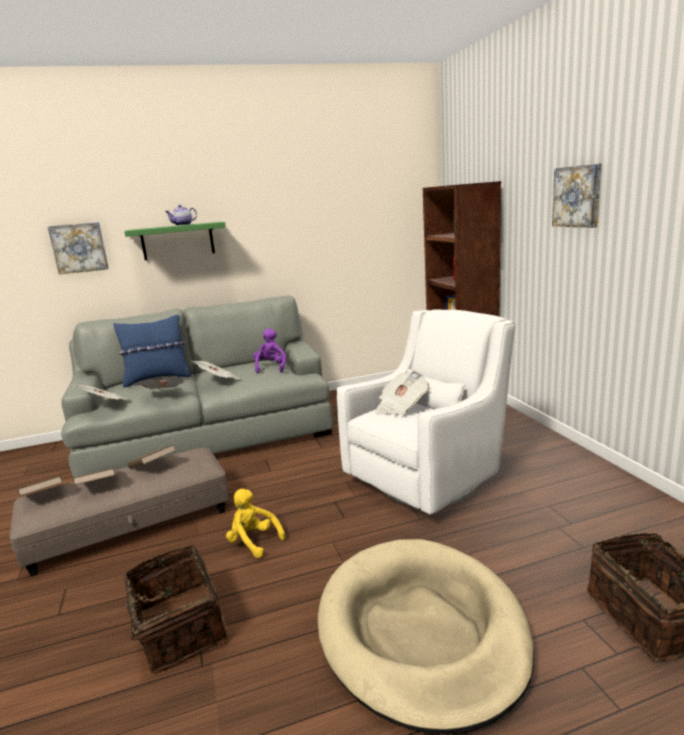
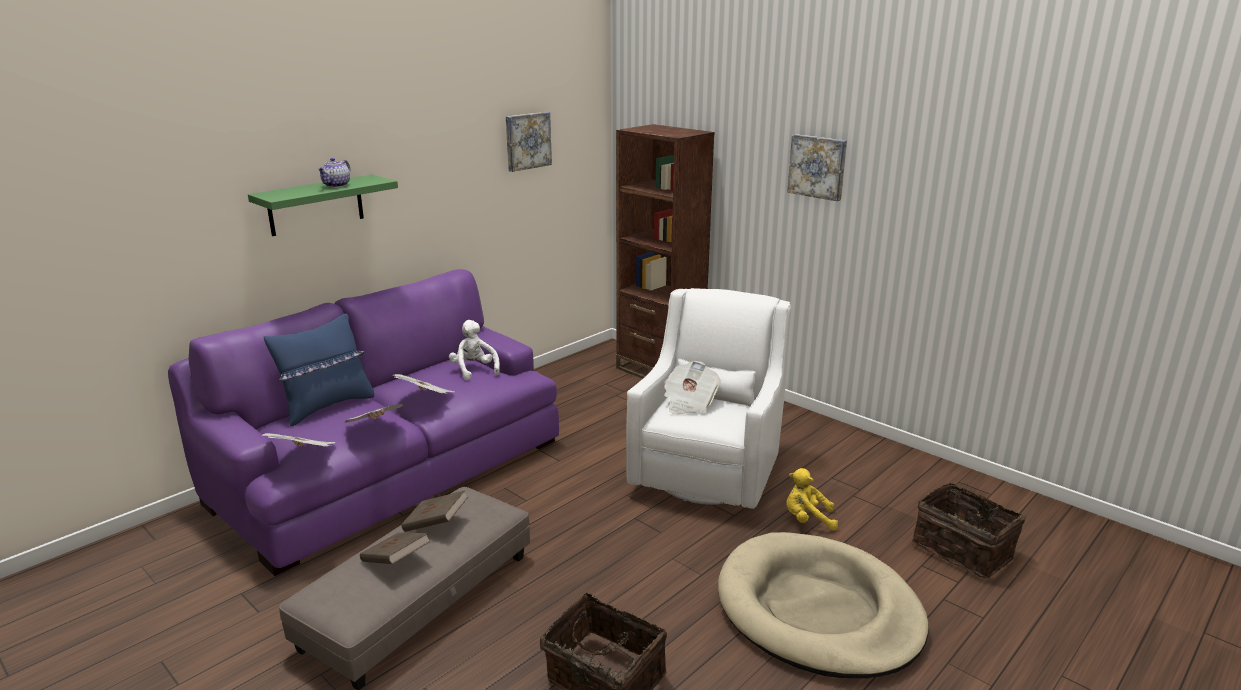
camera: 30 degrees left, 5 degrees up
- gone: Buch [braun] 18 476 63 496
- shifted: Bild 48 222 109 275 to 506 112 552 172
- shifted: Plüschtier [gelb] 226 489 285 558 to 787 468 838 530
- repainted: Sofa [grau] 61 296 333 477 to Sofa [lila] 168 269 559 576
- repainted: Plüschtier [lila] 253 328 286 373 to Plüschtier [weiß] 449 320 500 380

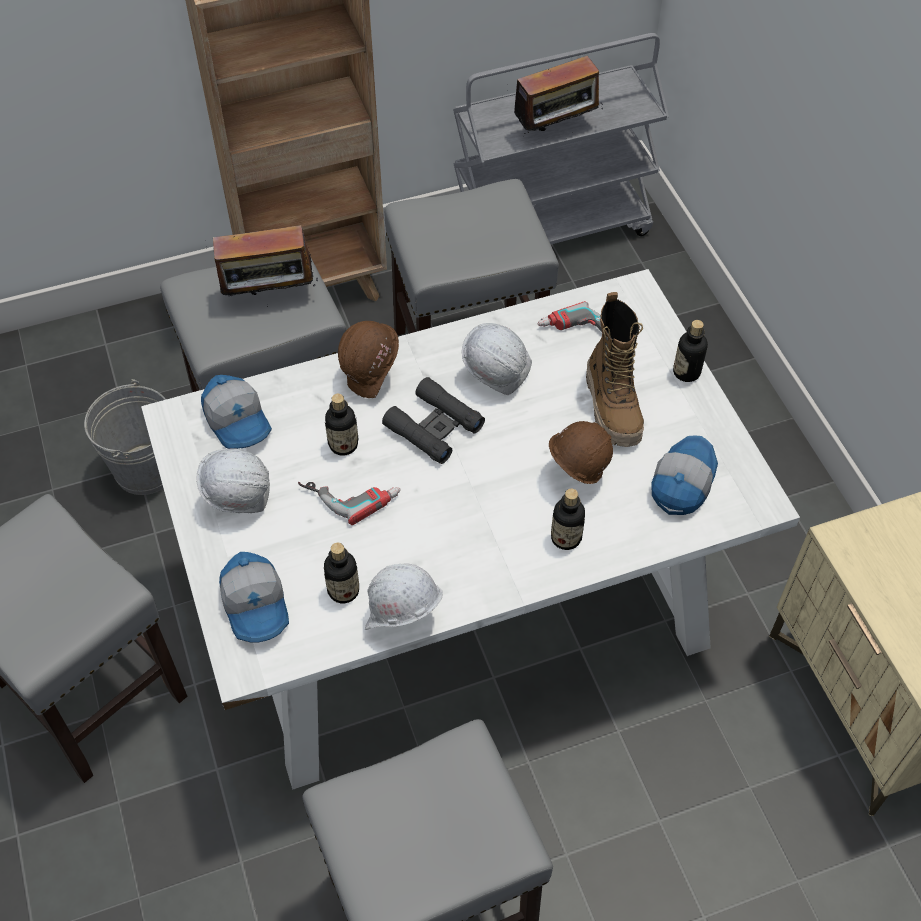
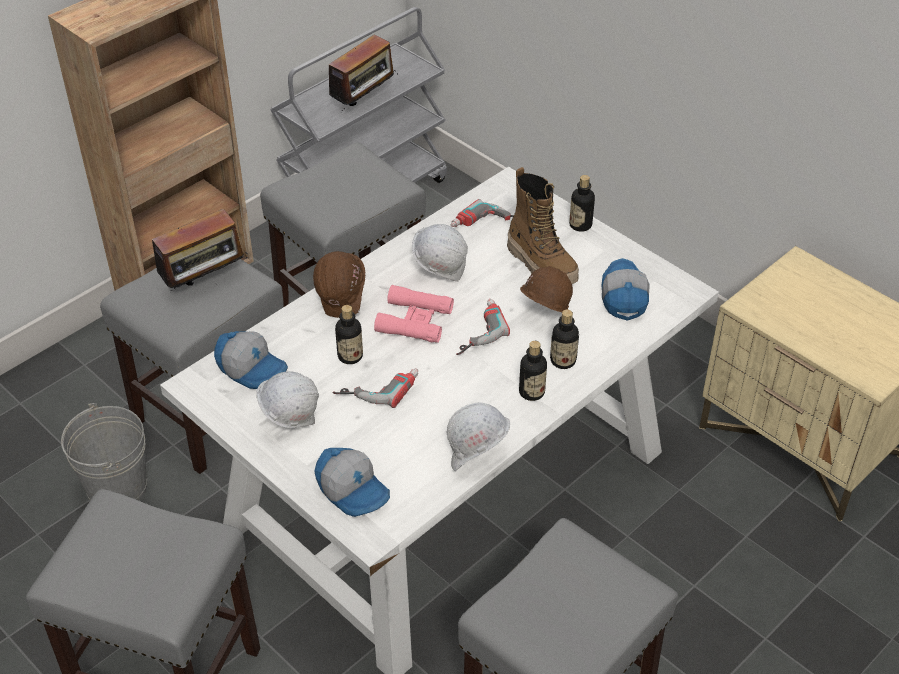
camera: 25 degrees left, 10 degrees down
- new: Bohrmaschine 456 299 510 355
- shifted: Flasche 324 543 359 603 to 519 341 547 401
- repainted: Fernglas [schwarz] 382 377 485 464 to Fernglas [rosa] 374 285 454 343

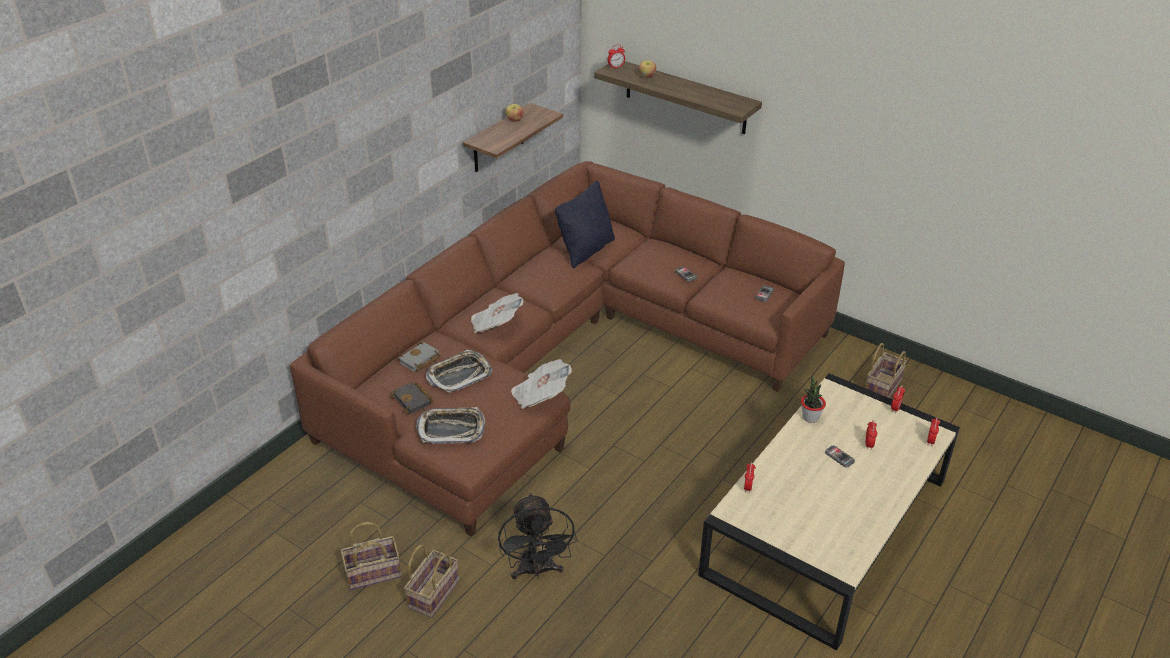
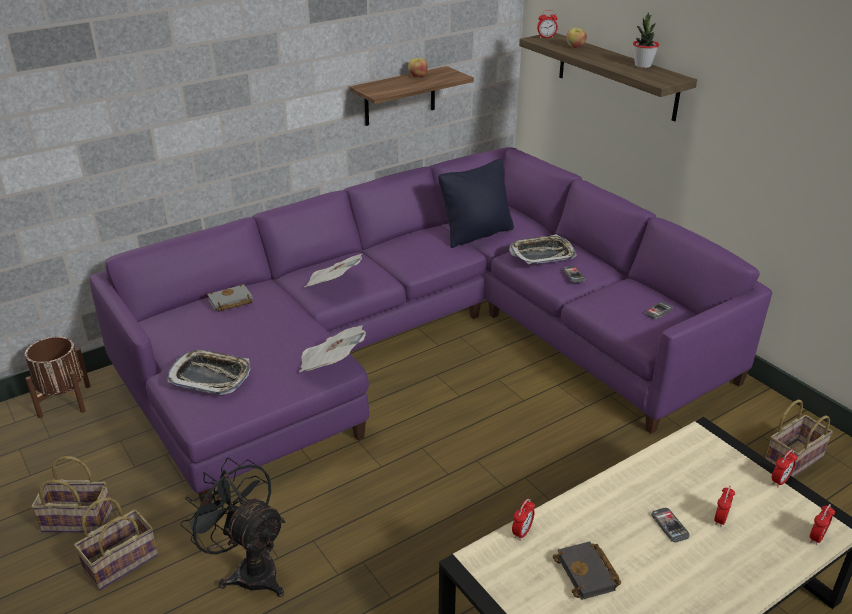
camera: 20 degrees right, 5 degrees down
- new: Pflanzkübel [braun] 25 336 90 418
- shifted: Buch [schwarz] 389 382 434 415 to 552 541 621 600
- shifted: Tablett 426 350 493 393 to 509 234 577 264
- shifted: Topfpflanze 801 375 826 423 to 633 12 659 68
- repainted: Sofa [braun] 290 161 845 536 to Sofa [lila] 89 147 772 505
- rotated: Ventilator [schwarz] 498 493 577 579 = 181 457 286 597 120 degrees clockwise

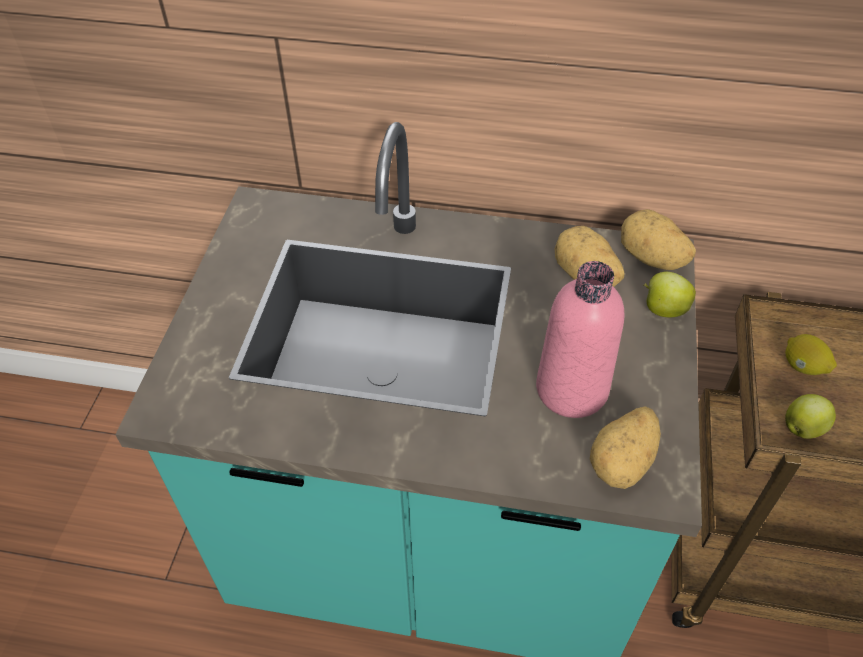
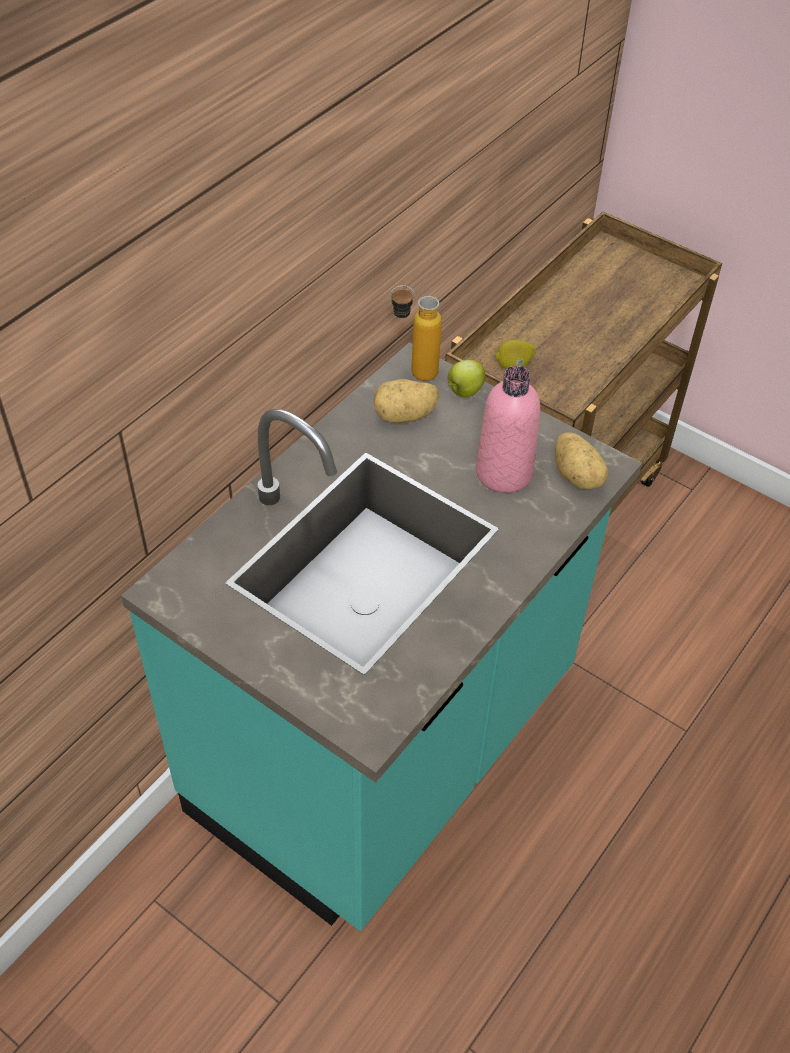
camera: 65 degrees left, 0 degrees up
- gone: Apfel 785 394 836 439
- swapped: Kartoffel 621 209 696 270 to Flasche 390 285 442 381

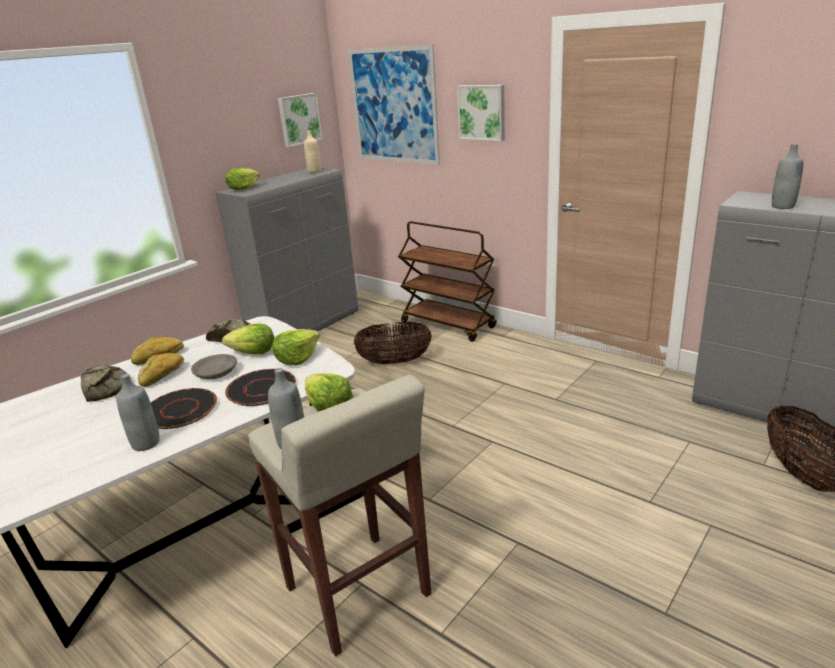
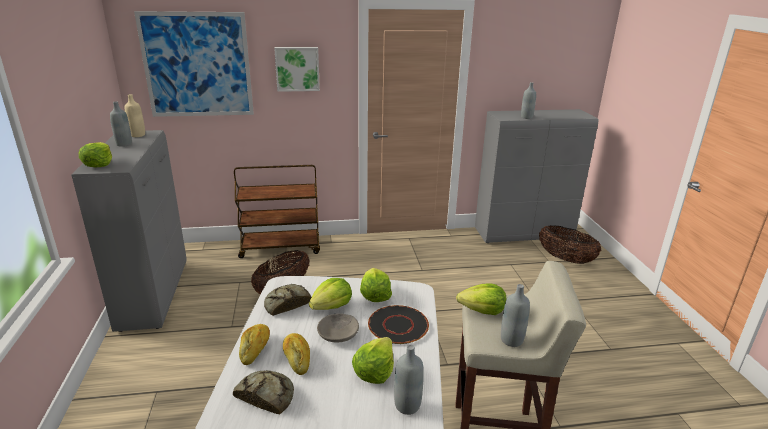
camera: 50 degrees left, 0 degrees up
- gone: Bild 278 93 323 147
- new: Flasche [grau] 110 101 132 147
- swapped: Teller [schwarz] 151 388 217 429 to Salatkopf 352 337 394 384

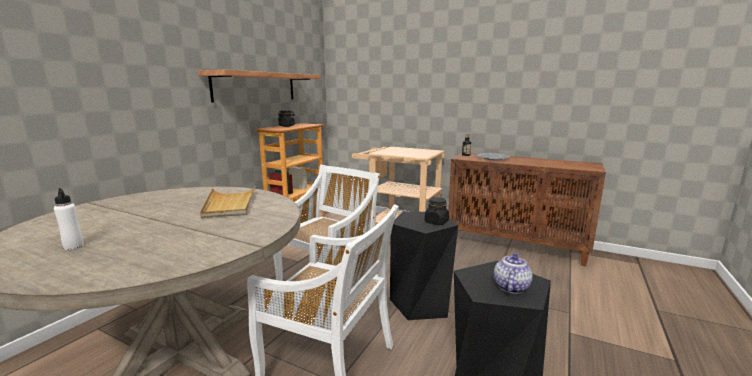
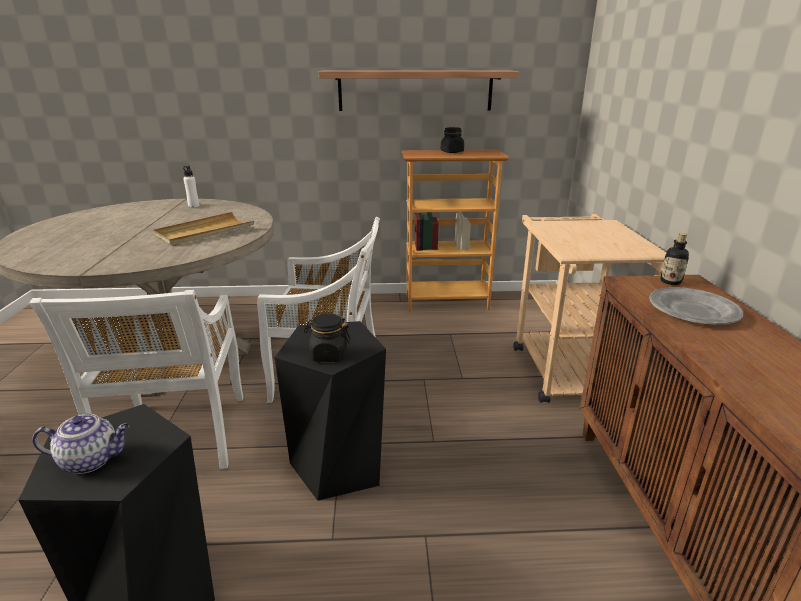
camera: 60 degrees right, 10 degrees up
- shifted: Flasche [weiß] 54 188 84 250 to 183 165 200 207

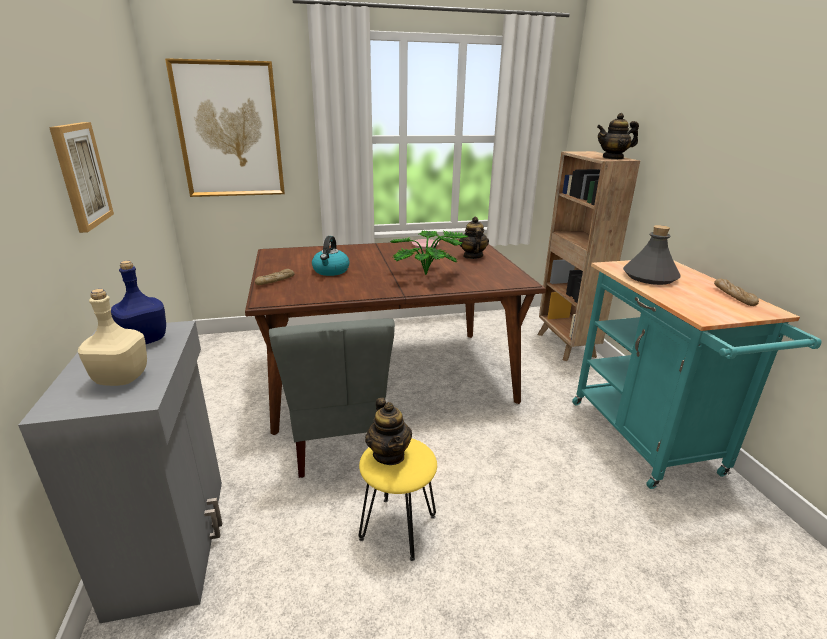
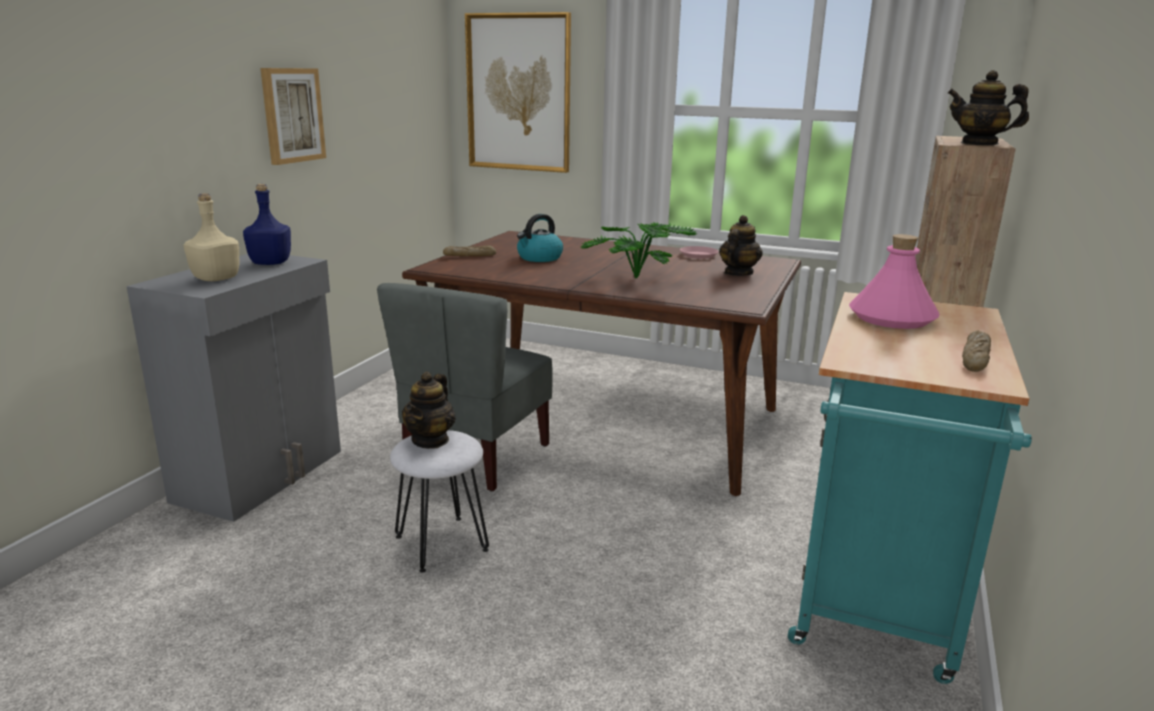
camera: 35 degrees right, 5 degrees down
- repainted: Hocker [gelb] 359 438 437 561 to Hocker [weiß] 390 430 489 573
- repainted: Flasche [grau] 623 225 680 285 to Flasche [rosa] 849 234 940 329

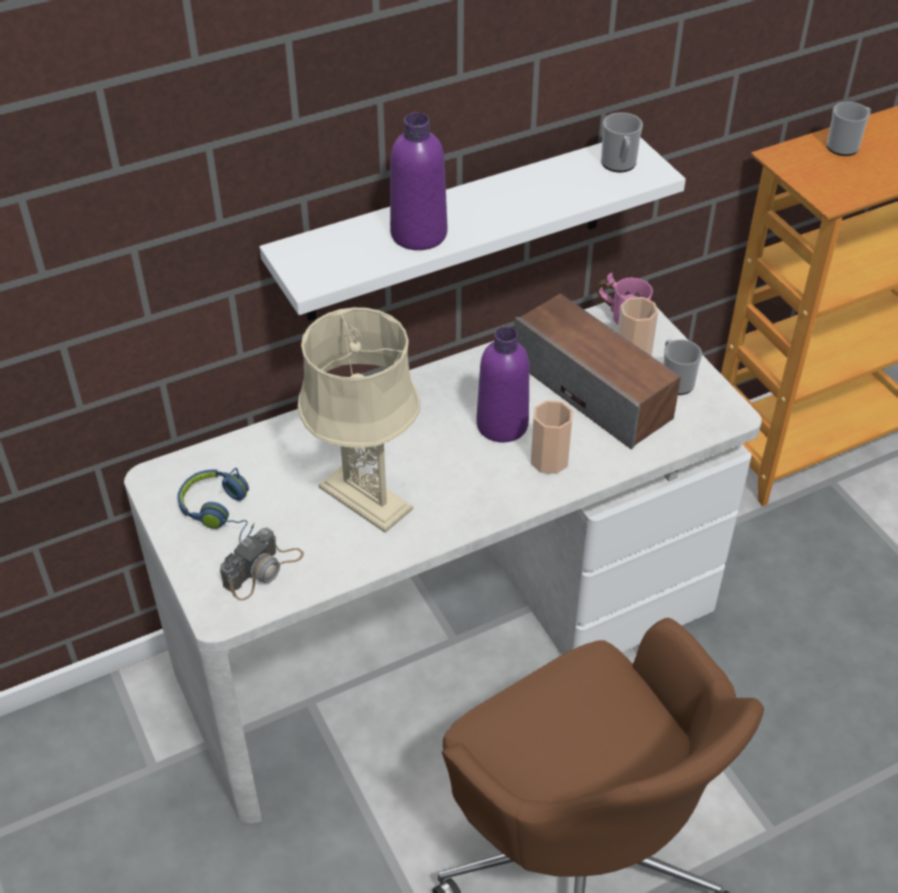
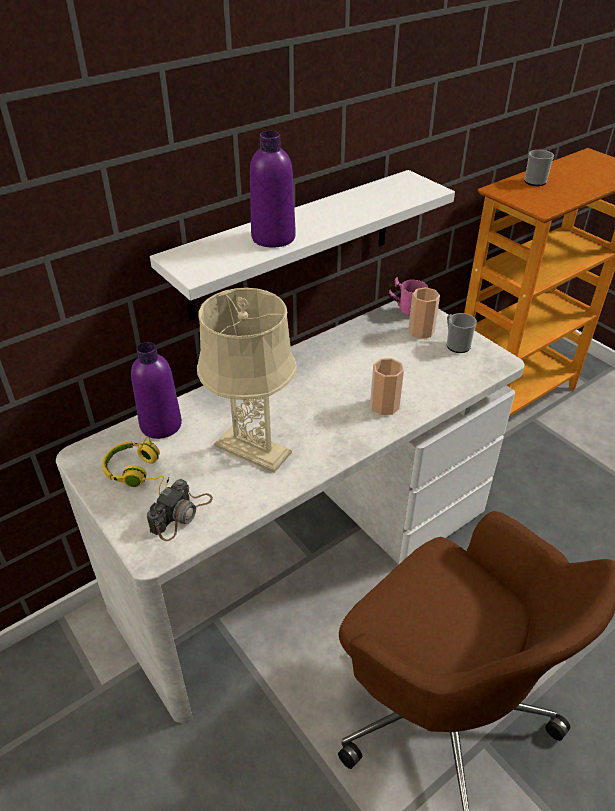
camera: 10 degrees left, 5 degrees down
- gone: Lautsprecher 514 294 681 449
- gone: Henkelbecher 601 112 643 172
- shifted: Flasche [lila] 476 327 530 442 to 131 342 182 439
- repainted: Kopfhörer [blau] 177 468 255 543 to Kopfhörer [gelb] 102 436 169 495

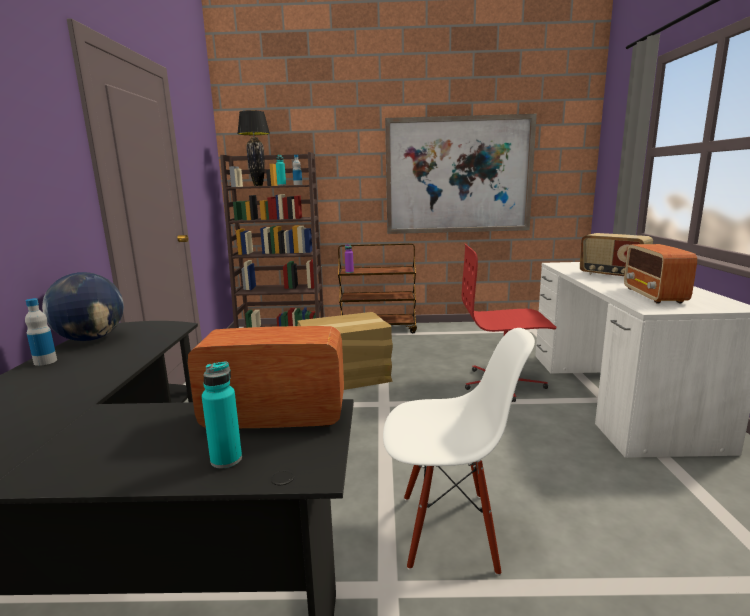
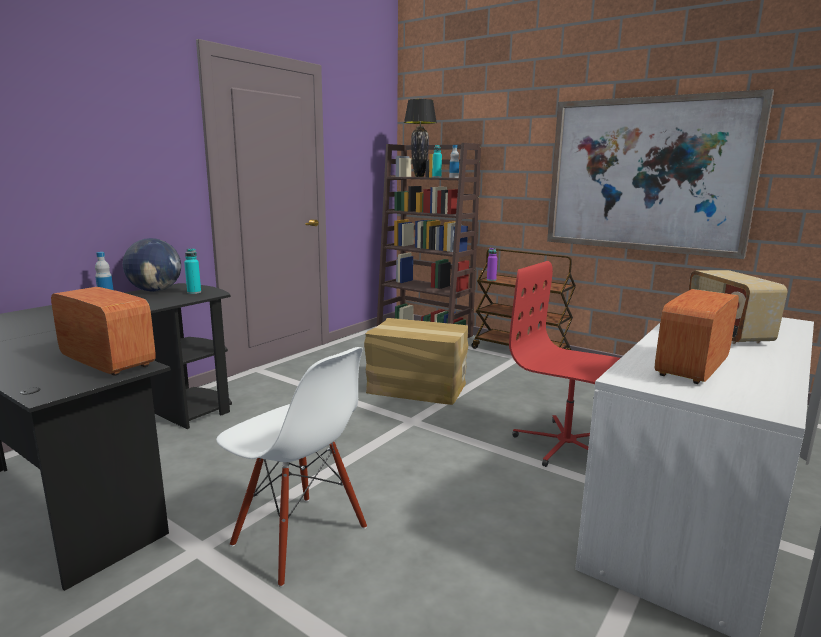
camera: 35 degrees right, 0 degrees up
- shifted: Flasche [türkis] 202 362 242 468 to 184 248 201 294

